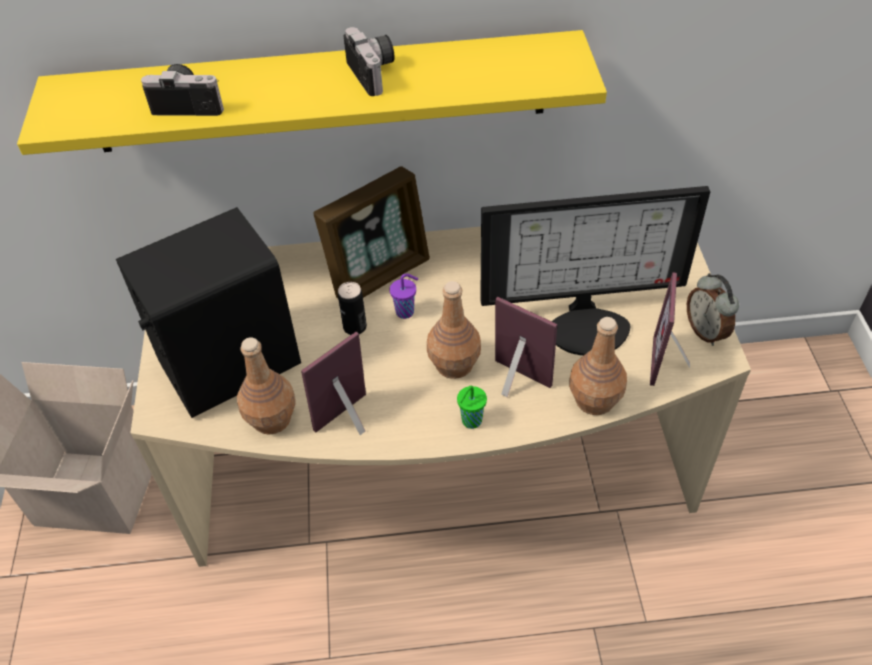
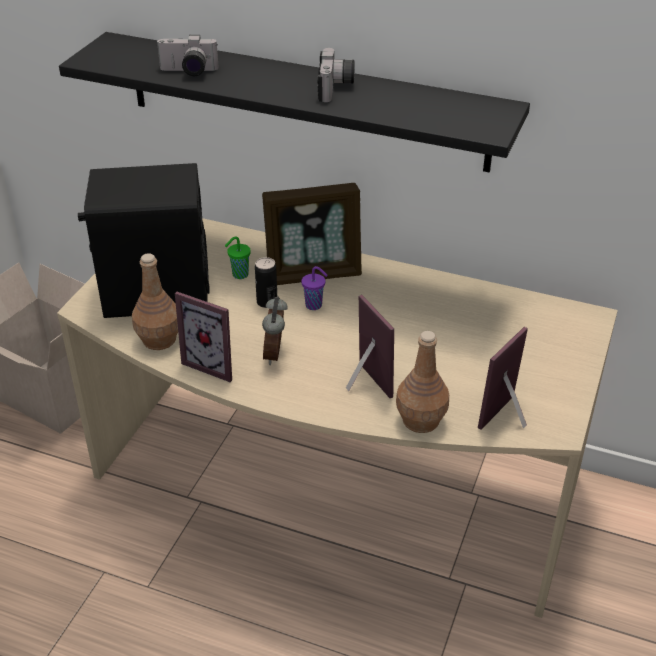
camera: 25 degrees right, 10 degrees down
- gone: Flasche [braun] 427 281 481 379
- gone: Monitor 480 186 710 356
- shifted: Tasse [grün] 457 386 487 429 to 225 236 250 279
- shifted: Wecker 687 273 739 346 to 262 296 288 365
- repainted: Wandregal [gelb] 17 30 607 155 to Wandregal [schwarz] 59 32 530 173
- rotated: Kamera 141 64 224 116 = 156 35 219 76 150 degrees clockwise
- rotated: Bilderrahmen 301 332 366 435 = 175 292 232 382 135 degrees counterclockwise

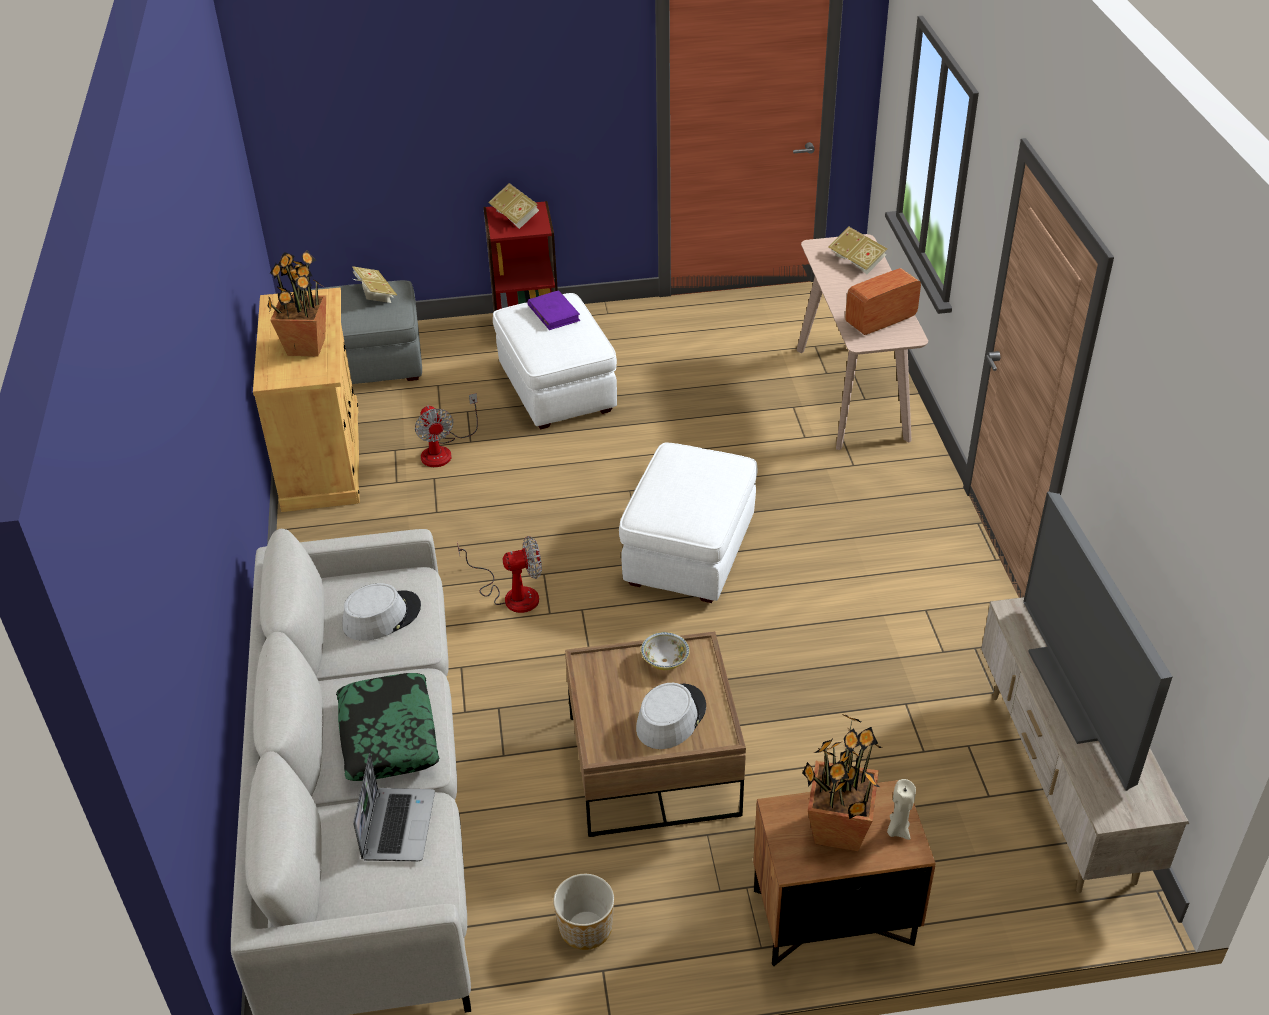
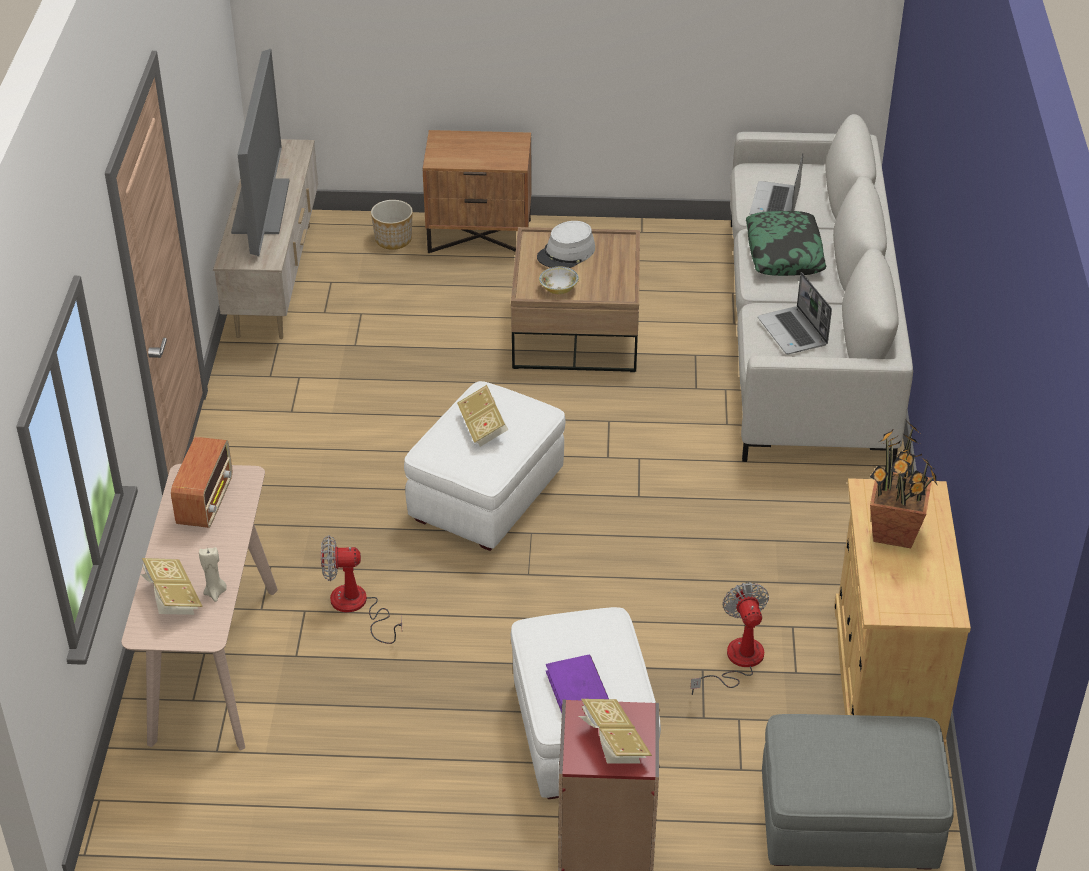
camera: 170 degrees left, 0 degrees up
- gone: Topfpflanze 802 714 882 851
- shifted: Buch 352 266 397 303 to 457 385 509 447
- shifted: Ventilator 457 536 542 613 to 321 535 402 644
- shifted: Pflanzkübel 553 874 614 950 to 371 200 413 250
- shifted: Kerze [beige] 887 779 916 840 to 199 547 227 602
- swapped: Hut [grau] 343 583 421 641 to Laptop 758 272 832 354
- rotated: Radio 845 268 921 335 = 171 437 232 528 60 degrees counterclockwise

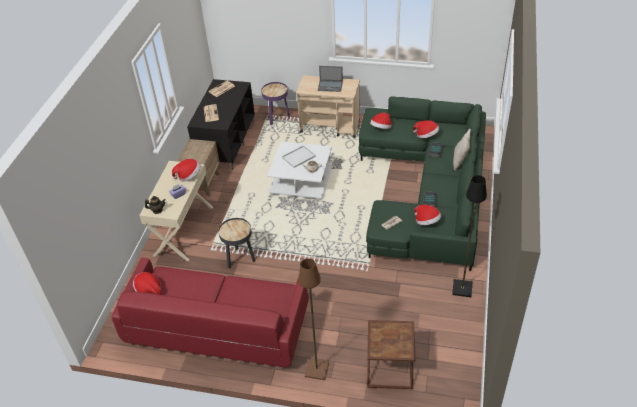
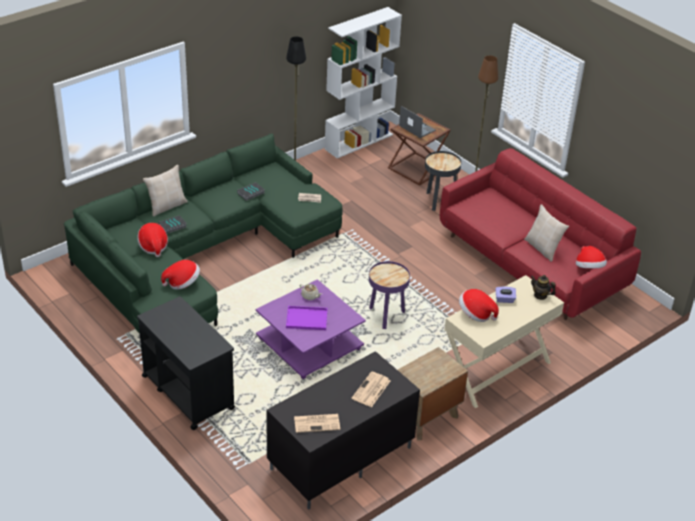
camera: 145 degrees left, 5 degrees down
- gone: Hut 414 205 441 225
- new: Bücherregal [weiß] 325 7 402 158
- new: Kissen [beige] 524 204 569 262
- shifted: Beistelltisch [schwarz] 219 218 255 269 to 425 151 461 211
- shifted: Beistelltisch [lila] 261 82 290 125 to 369 261 410 329
- shifted: Laptop 318 66 343 92 to 399 106 436 138
- repainted: Couchtisch [weiß] 267 142 333 201 to Couchtisch [lila] 256 279 366 379
- repainted: Tablett [weiß] 282 145 316 168 to Tablett [lila] 286 306 328 330
- repainted: Rollwagen [beige] 296 75 360 137 to Rollwagen [schwarz] 137 296 235 430

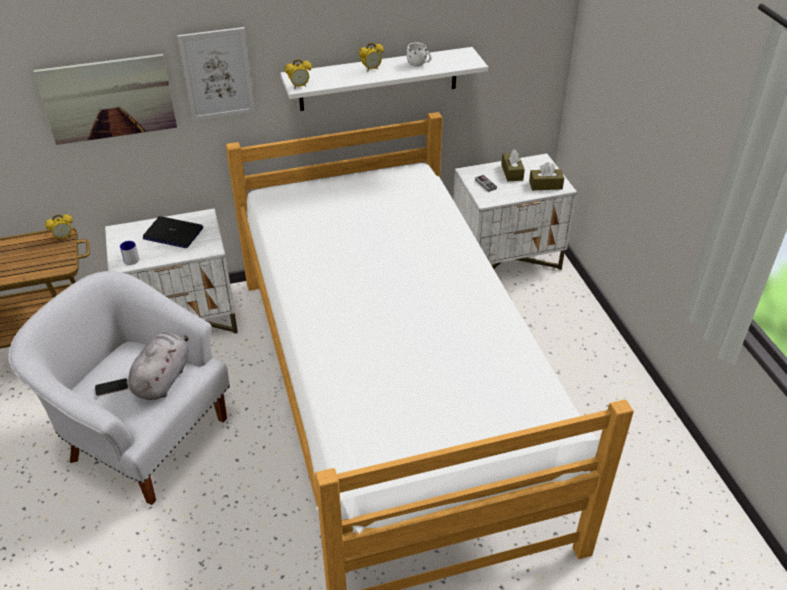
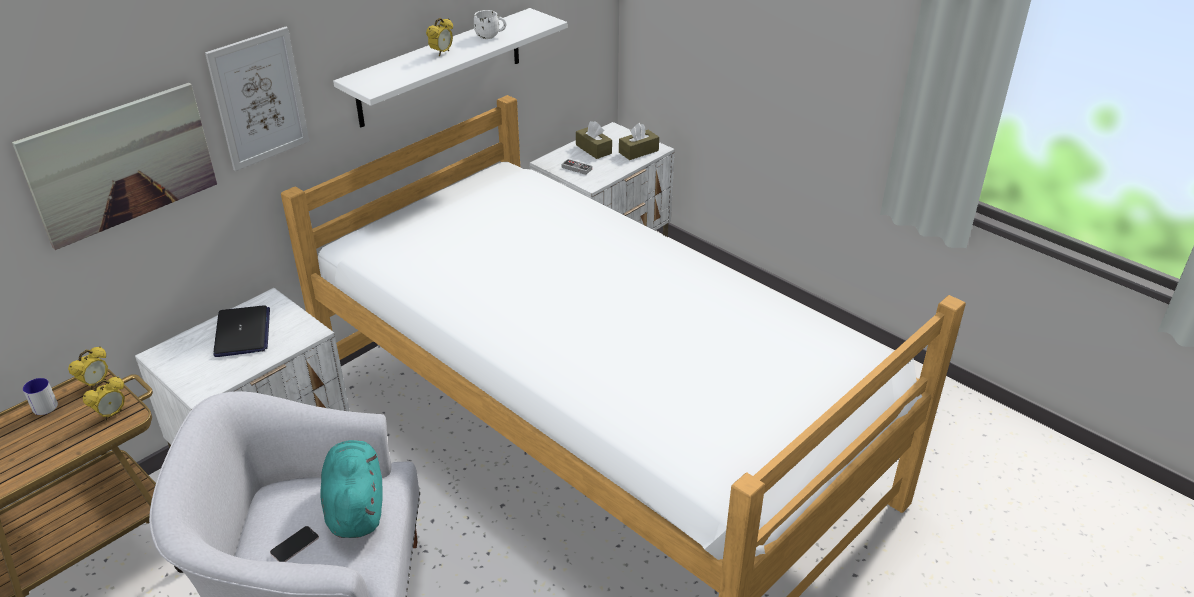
camera: 30 degrees left, 5 degrees down
- shifted: Henkelbecher 120 241 139 265 to 23 378 58 415
- shifted: Wecker 284 59 312 89 to 83 377 125 420
- repainted: Plüschtier [grau] 128 332 189 400 to Plüschtier [türkis] 320 440 383 538
- rotated: Laptop 143 216 203 248 = 214 305 270 357 90 degrees counterclockwise

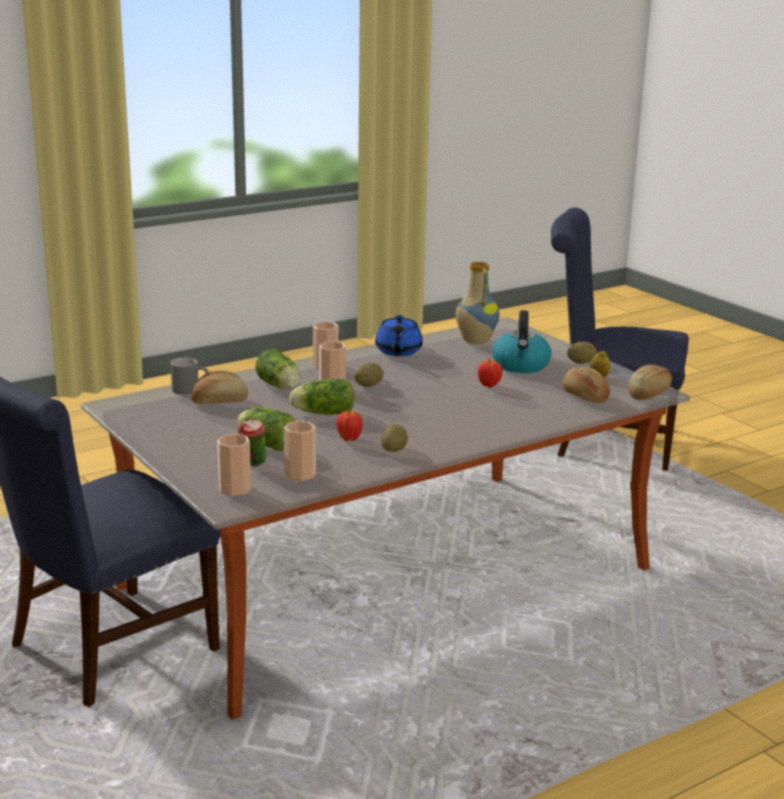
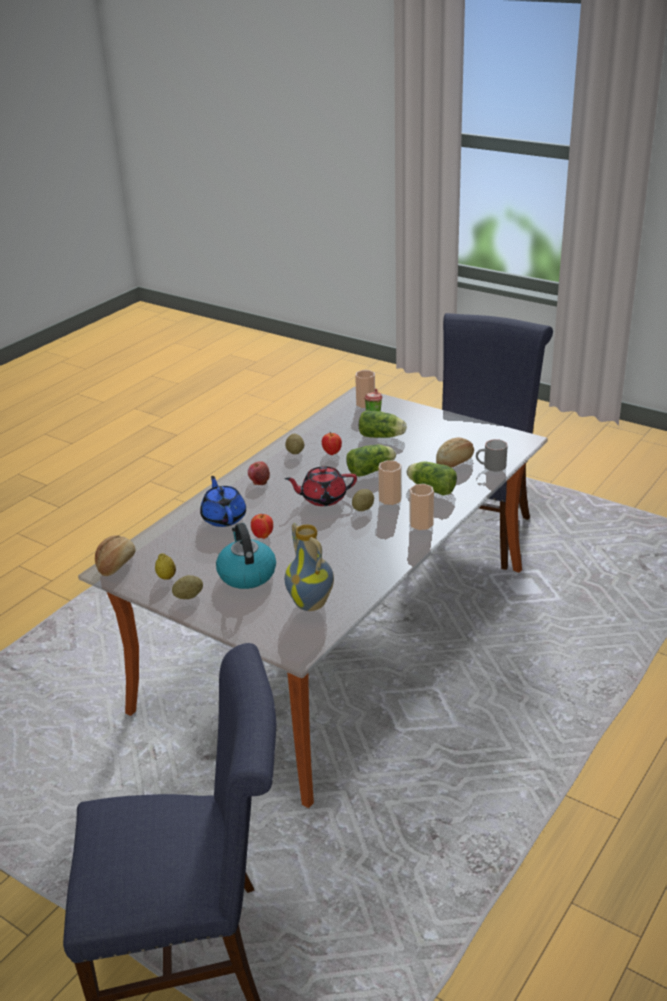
camera: 160 degrees right, 10 degrees up
- gone: Tasse 284 421 316 481
- gone: Brot 563 367 610 403
- new: Apfel 248 461 270 485
- new: Teekanne [rot] 285 466 357 506
- shifted: Teekanne [blau] 375 315 423 356 to 200 476 246 527

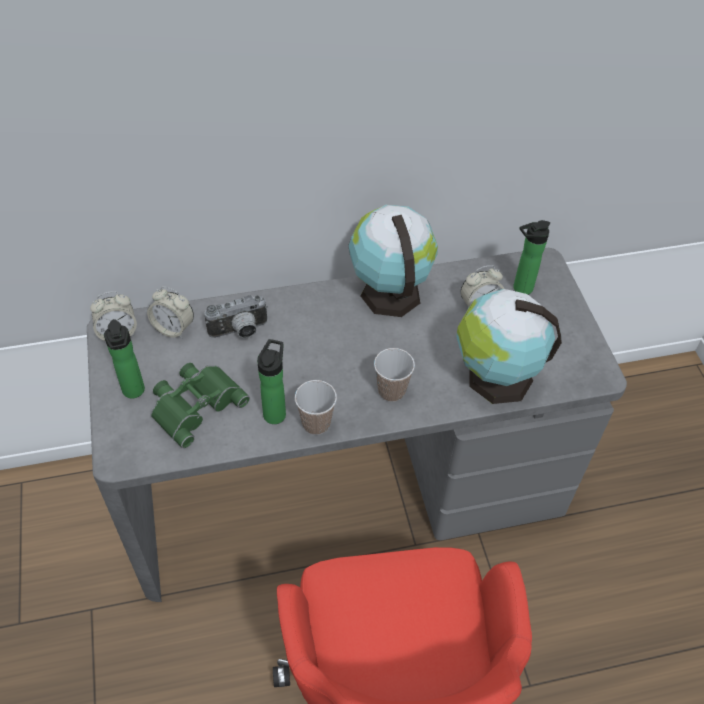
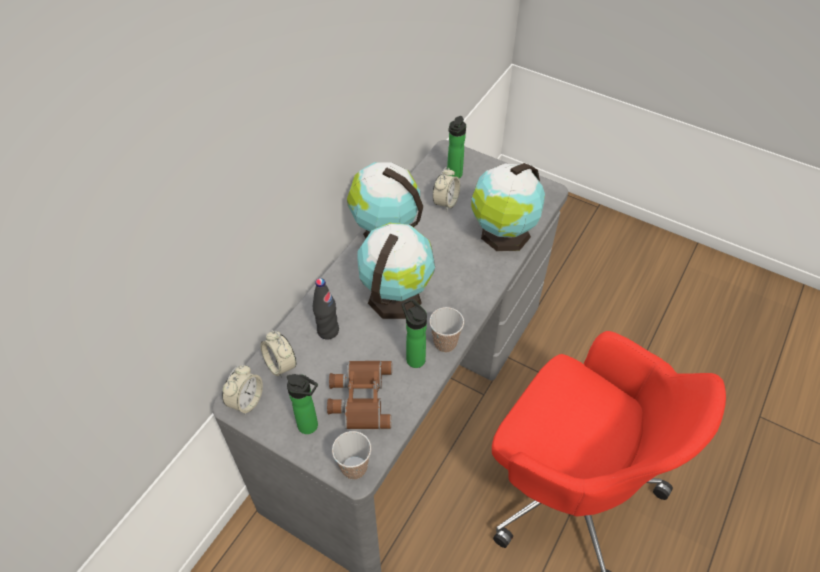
camera: 45 degrees left, 0 degrees up
- new: Globus 357 223 435 319
- shifted: Tasse 374 348 415 402 to 332 431 371 480
- swapped: Kamera 204 295 268 338 to Flasche [schwarz] 313 278 339 339
- repainted: Fernglas [grün] 150 363 250 448 to Fernglas [braun] 327 361 392 429
- rotated: Wecker 147 286 194 338 = 261 330 296 378 75 degrees clockwise

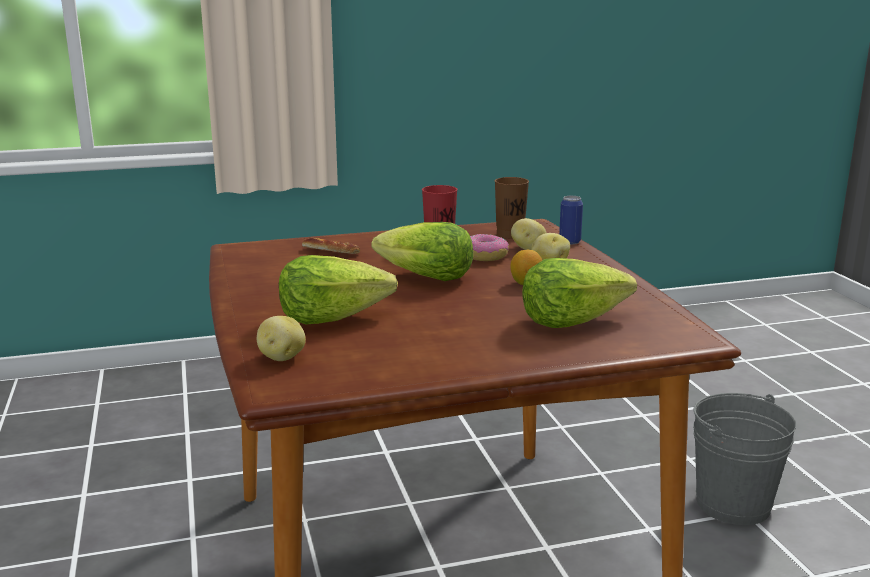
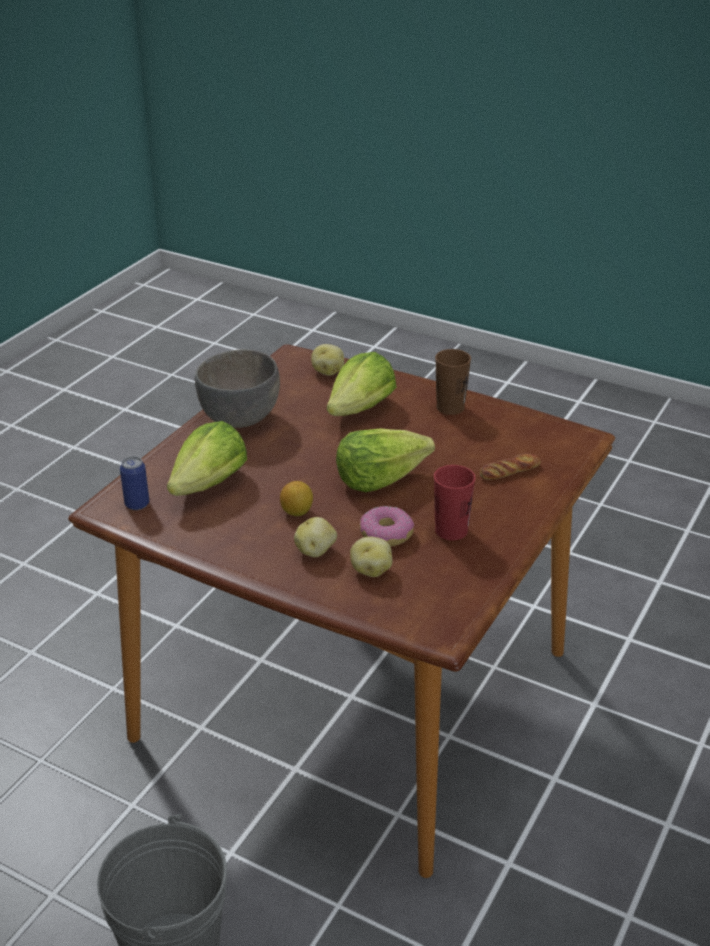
camera: 135 degrees right, 15 degrees up
- new: Schüssel [grau] 195 349 280 428
- shifted: Tasse [braun] 495 177 529 239 to 435 349 471 415
- shifted: Dose 559 196 583 244 to 120 456 149 510

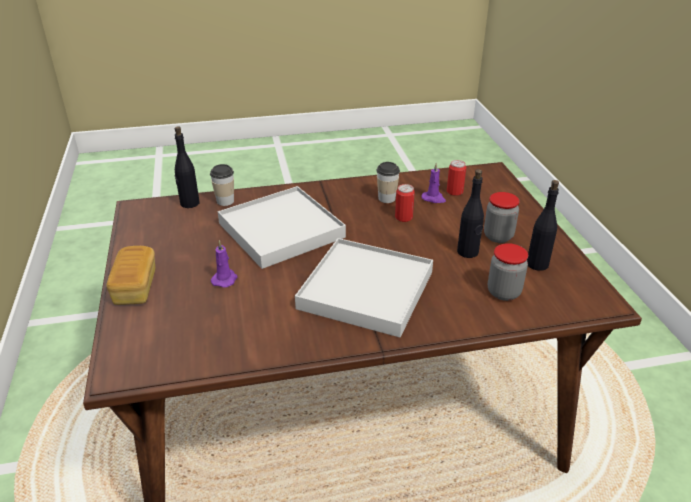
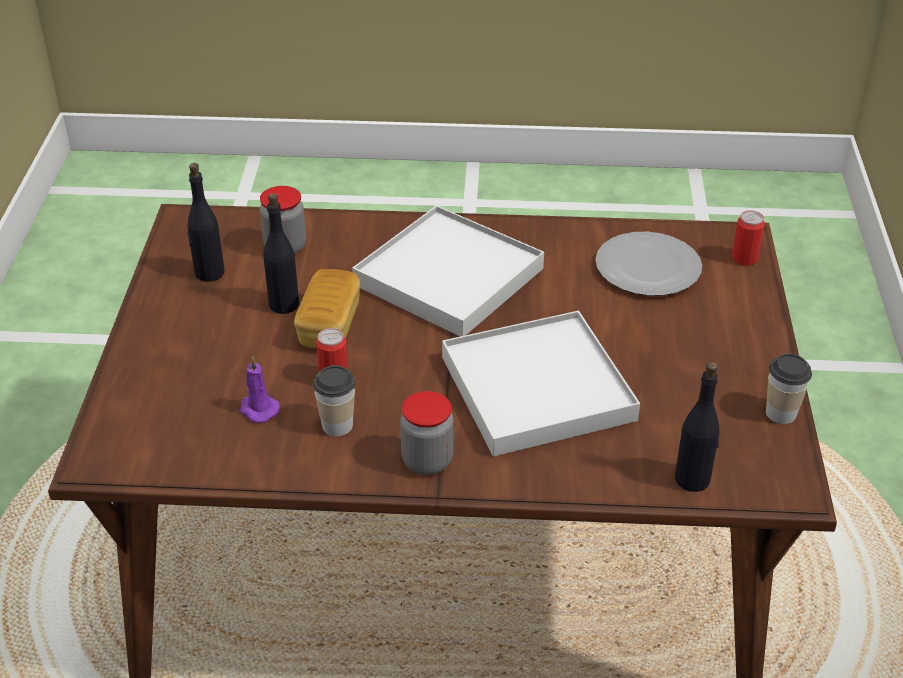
camera: 165 degrees left, 5 degrees up
- gone: Kerze [lila] 211 240 237 288
- new: Teller 595 232 702 296
- shifted: Brot 106 246 155 305 to 294 269 360 348
- shifted: Tasse 210 164 234 206 to 766 354 812 424
- shifted: Dose 447 160 466 196 to 732 210 765 266
- shifted: Vorratsglas 484 192 520 243 to 400 391 453 475

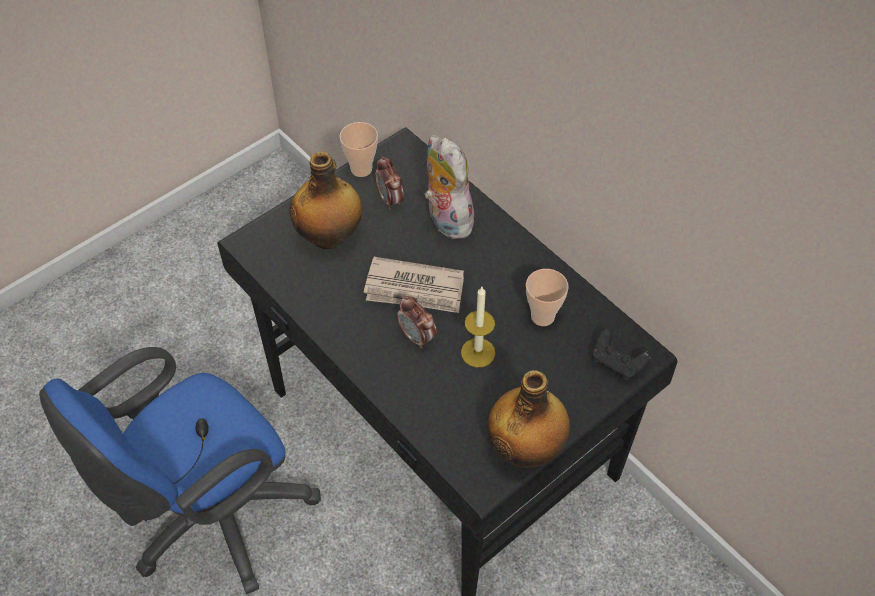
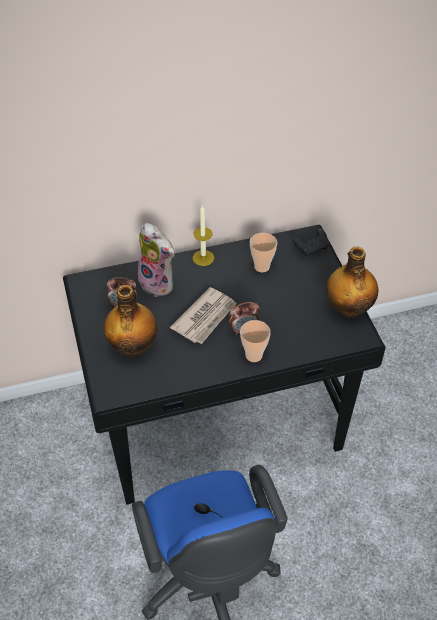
camera: 65 degrees left, 5 degrees down
- shifted: Tasse 339 122 378 177 to 240 320 271 362
- shifted: Kerze 461 287 495 368 to 193 205 214 266
- rotated: Plüschtier 424 135 477 239 = 137 223 175 297 135 degrees counterclockwise

